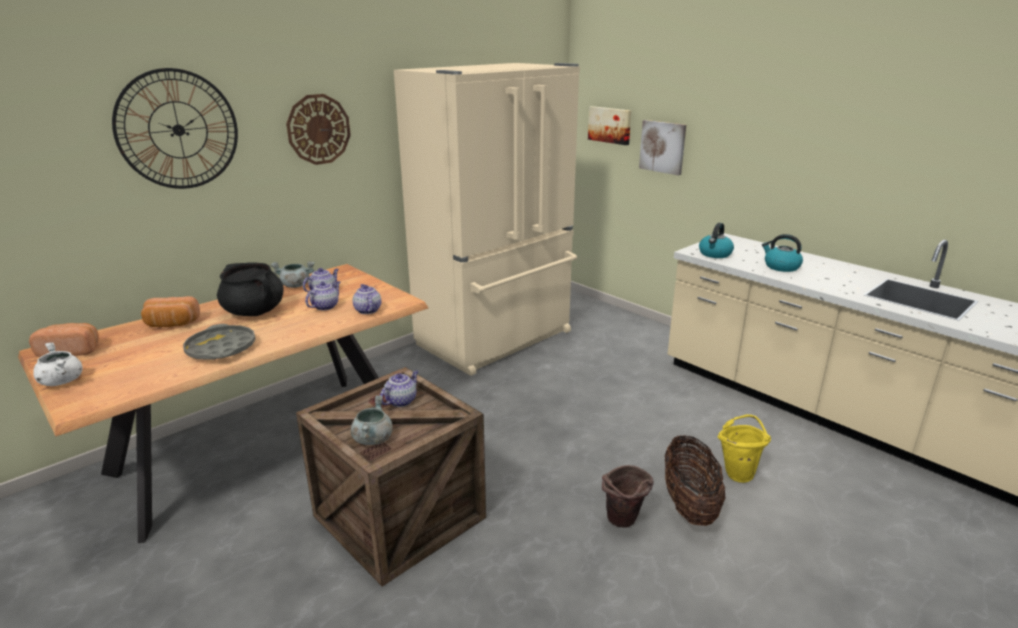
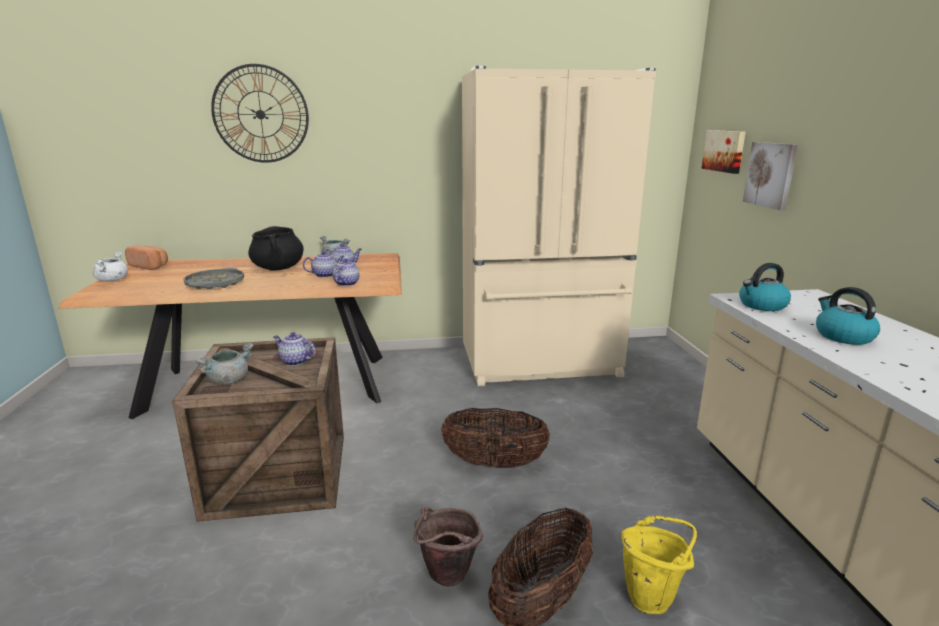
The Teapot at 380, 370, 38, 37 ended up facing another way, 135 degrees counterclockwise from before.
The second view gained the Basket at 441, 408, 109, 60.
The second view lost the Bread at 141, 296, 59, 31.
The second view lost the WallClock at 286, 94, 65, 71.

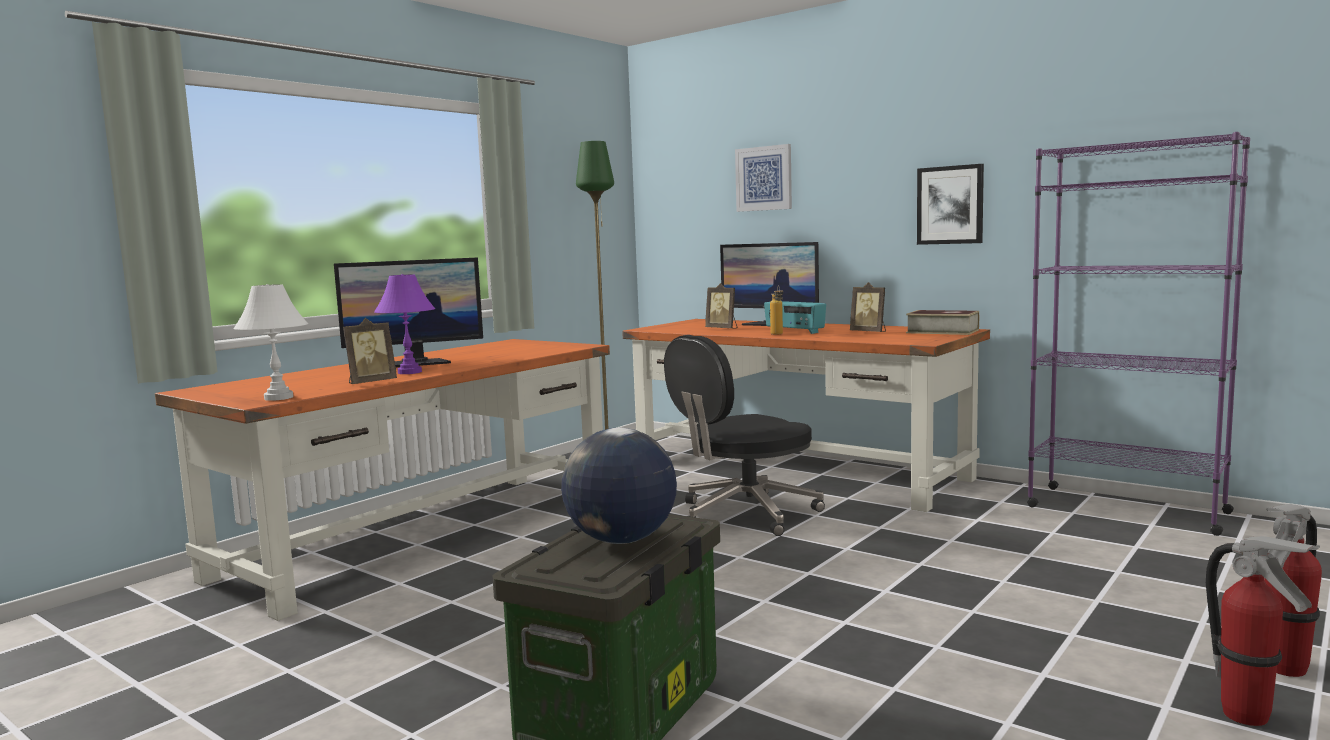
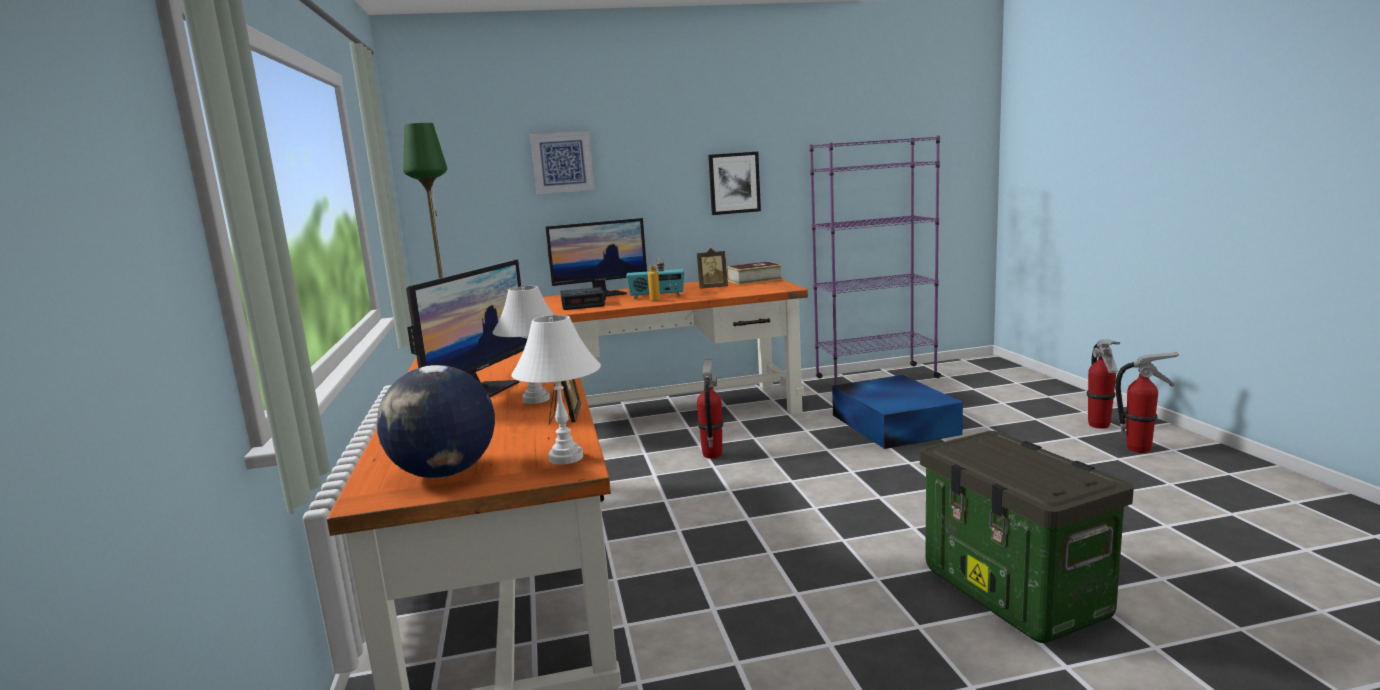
The Globe ended up elsewhere, having gone from 561, 428, 116, 116 to 377, 365, 118, 113.
What was the PurpleTableLamp at 374, 274, 61, 100 turned into the WhiteTableLamp at 492, 286, 62, 118.
Where the PictureFrame stood at 705, 283, 32, 46, the AlarmClock came to stand at 560, 287, 46, 23.
Where the BlackOfficeChair stood at 664, 335, 161, 201, the FireExtinguisher came to stand at 697, 359, 27, 100.
The second view gained the BlueStorageBox at 832, 375, 131, 74.

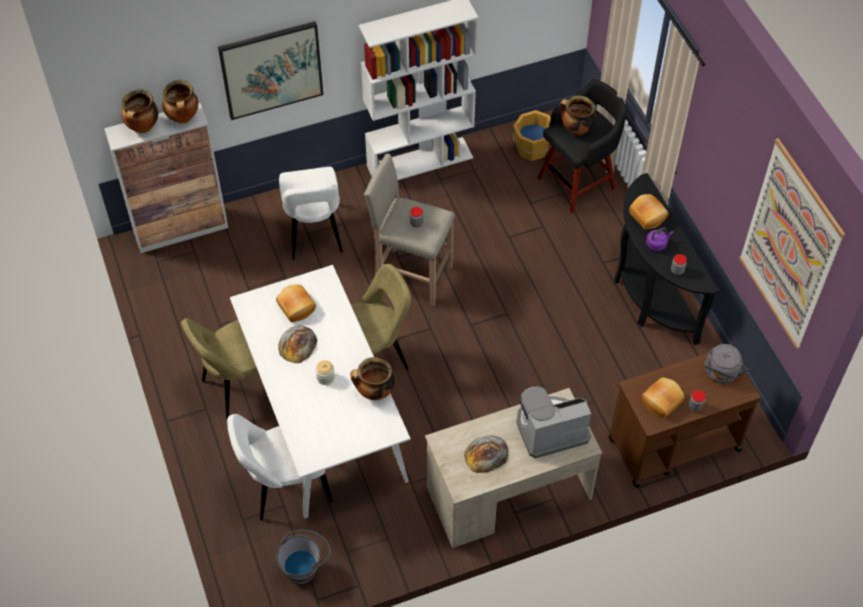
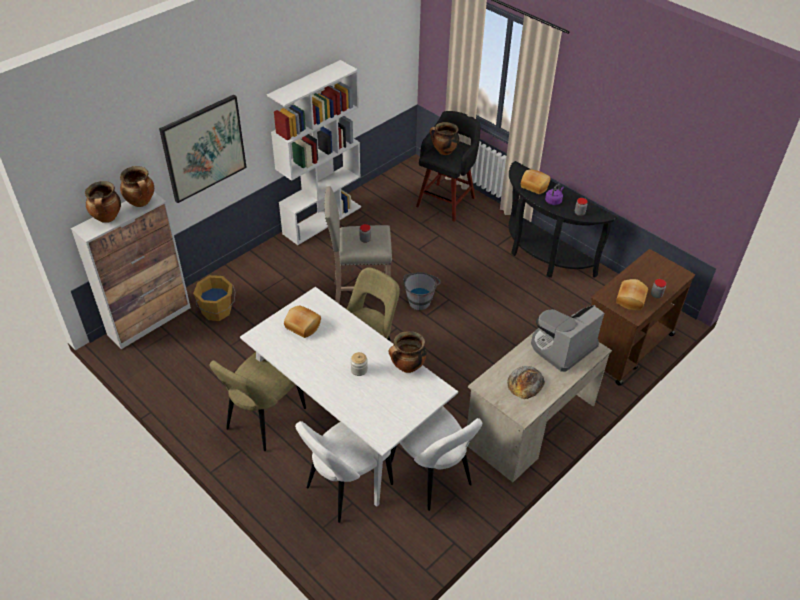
The OrangeBucket ended up elsewhere, having gone from 513, 110, 39, 51 to 193, 275, 42, 46.
The WhiteChair ended up elsewhere, having gone from 279, 167, 64, 93 to 390, 406, 92, 105.
The GreyBucket ended up elsewhere, having gone from 276, 530, 55, 54 to 403, 272, 38, 38.
The second view lost the Bread at 278, 325, 39, 38.
The second view lost the GreyKettle at 704, 344, 45, 39.
The second view lost the Picture at 739, 138, 106, 211.

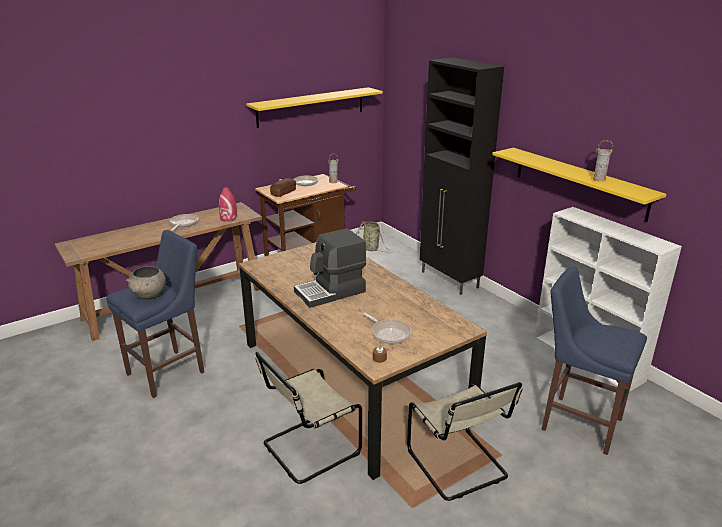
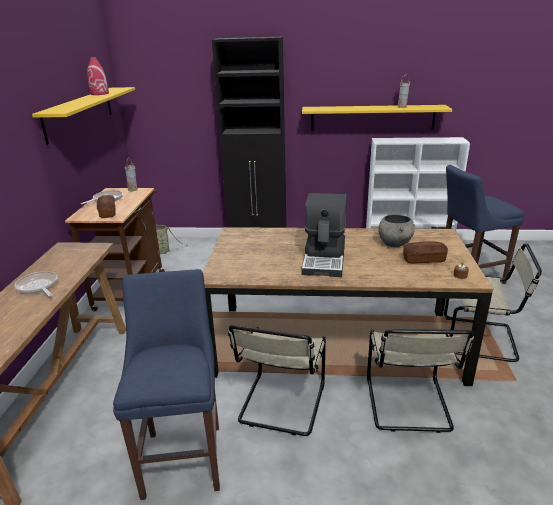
The RedVase ended up elsewhere, having gone from 219, 187, 18, 35 to 87, 57, 22, 38.
The second view gained the BeigeChair at 228, 325, 98, 111.
The GreyBowl ended up elsewhere, having gone from 126, 266, 40, 34 to 378, 214, 37, 33.
Where the FryingPan stood at 363, 313, 48, 31, the Bread came to stand at 403, 241, 45, 22.

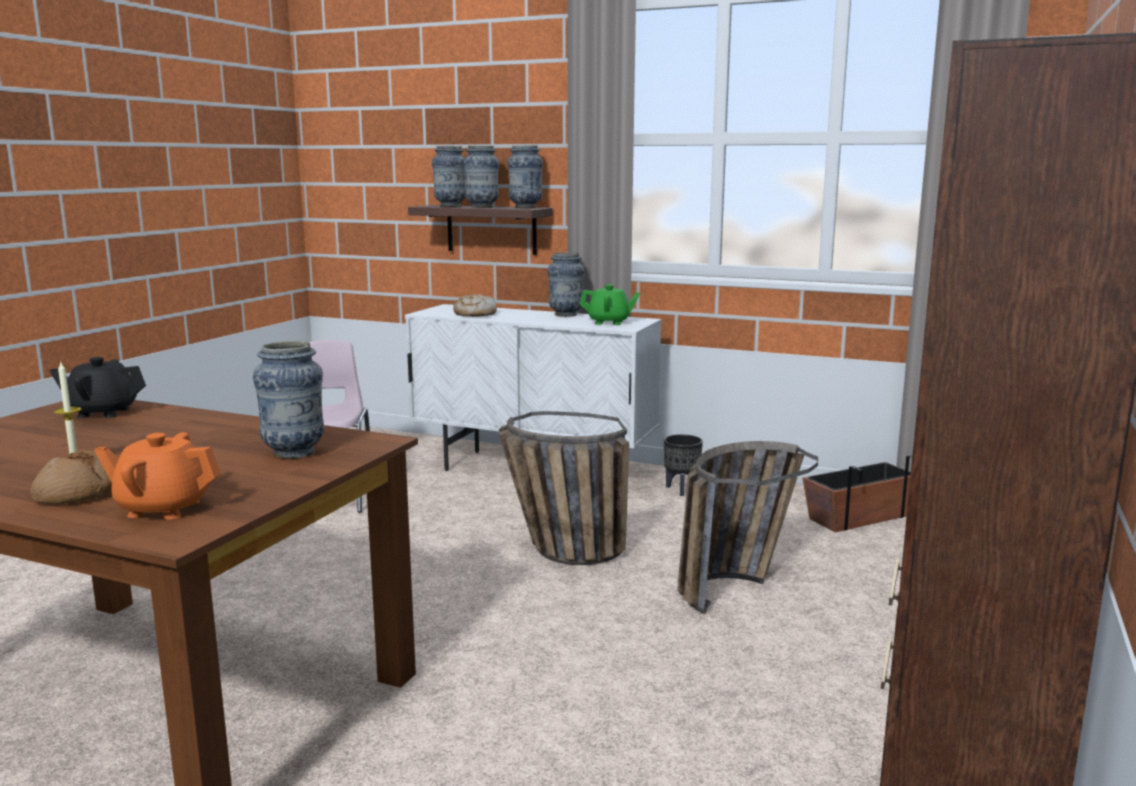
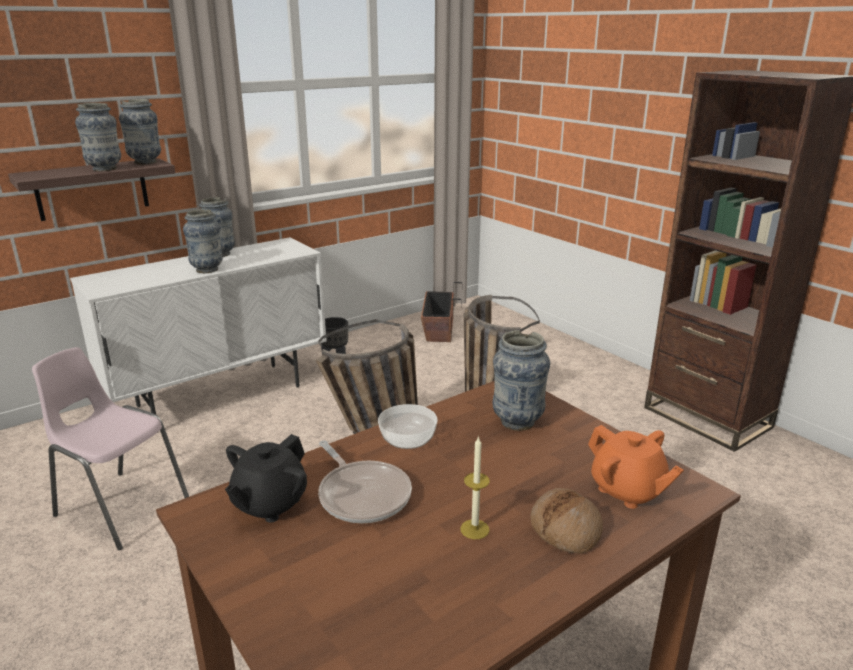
The Vase ended up elsewhere, having gone from 432, 146, 34, 61 to 183, 209, 40, 64.
The second view gained the FryingPan at 318, 440, 94, 83.
The second view gained the Bowl at 378, 404, 60, 45.
The OrangeTeapot at 94, 432, 127, 87 ended up facing another way, 75 degrees counterclockwise from before.
The second view lost the Bread at 453, 294, 44, 23.
The second view lost the GreenTeapot at 580, 284, 60, 41.

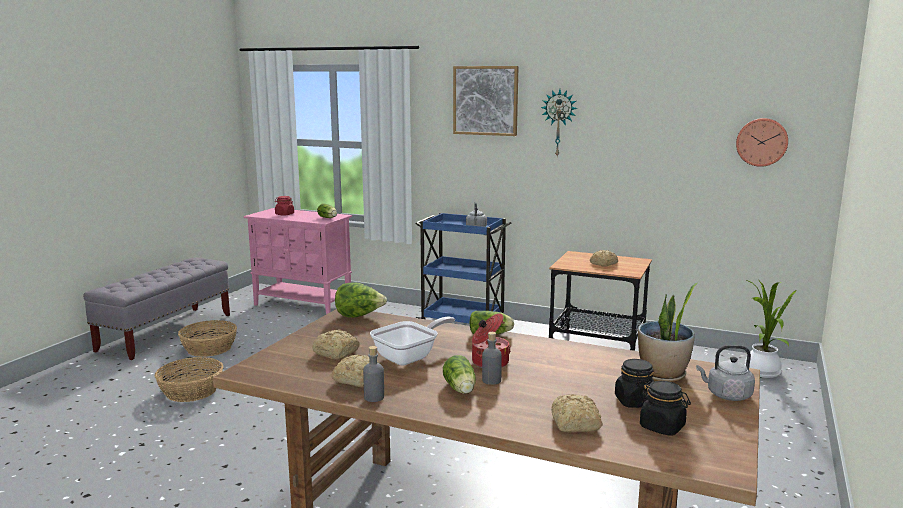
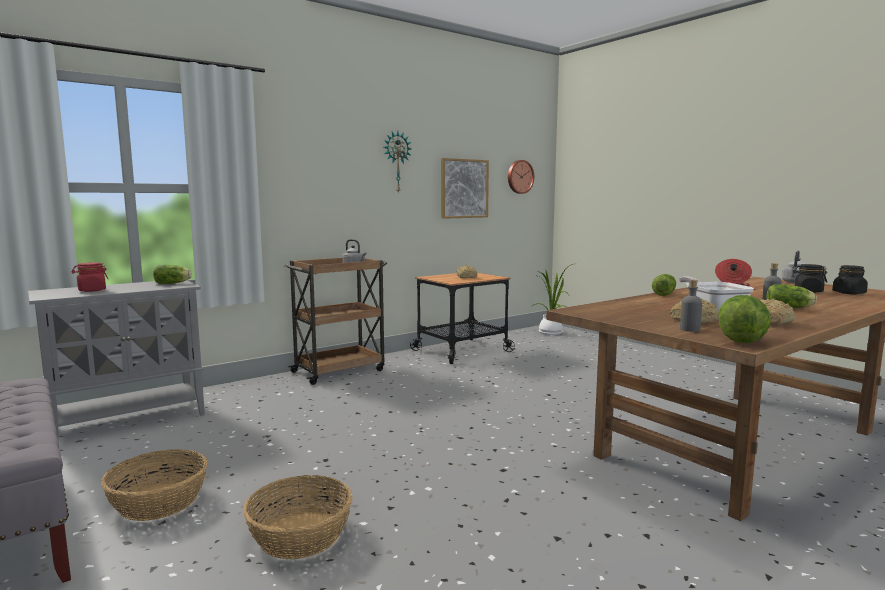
What was the PinkCabinet at 244, 208, 108, 106 turned into the GreyCabinet at 28, 280, 177, 158.
What was the BlueCart at 415, 213, 96, 110 turned into the BrownCart at 284, 258, 104, 127.
The Picture ended up elsewhere, having gone from 453, 66, 66, 70 to 441, 158, 48, 61.
The GreyBottle ended up elsewhere, having gone from 363, 346, 21, 56 to 680, 279, 22, 53.
The Lettuce ended up elsewhere, having gone from 335, 282, 52, 36 to 718, 295, 53, 48.
The second view lost the Bread at 551, 394, 52, 39.
The second view lost the PottedPlant at 638, 283, 59, 99.

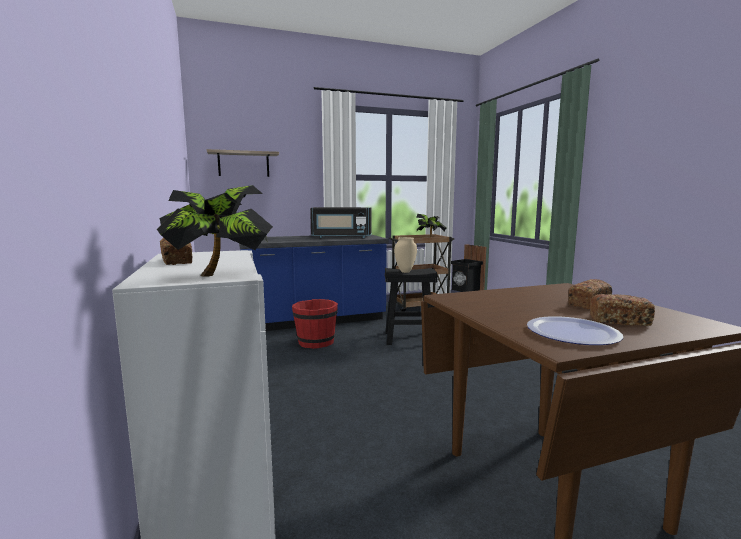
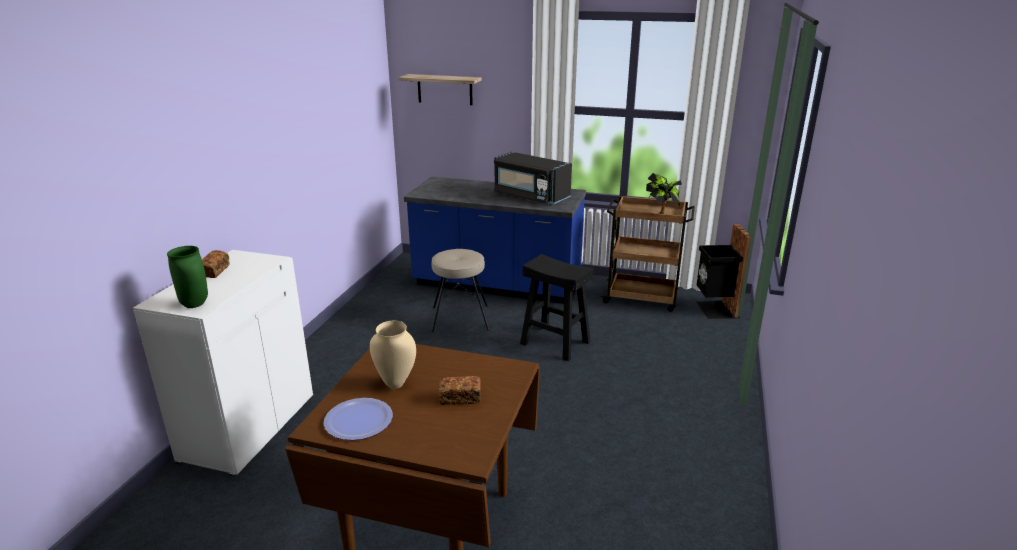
Where the PottedPlant stood at 157, 185, 116, 92, the GreenVase came to stand at 167, 246, 41, 62.
The BeigeVase ended up elsewhere, having gone from 394, 237, 23, 36 to 370, 321, 46, 68.
Where the RedBucket stood at 292, 299, 46, 50, the BeigeStool came to stand at 431, 249, 59, 83.
The second view lost the Bread at 590, 294, 65, 32.

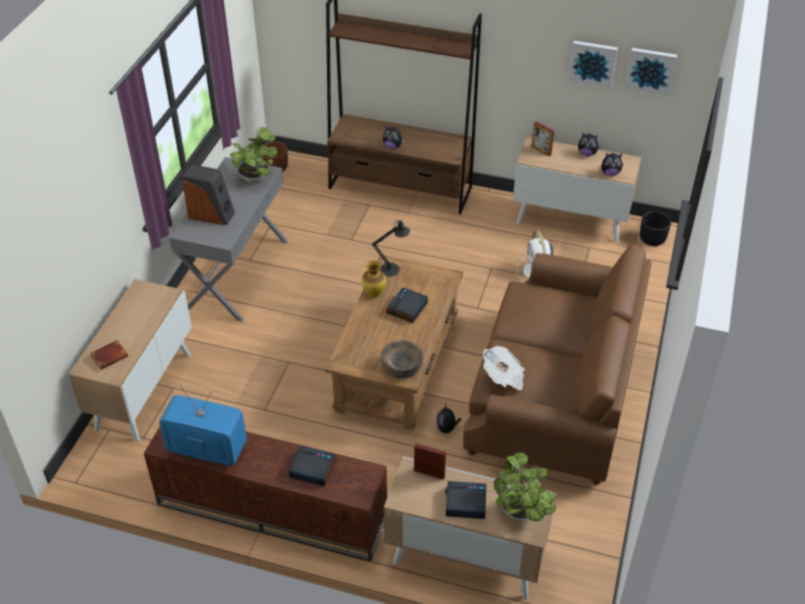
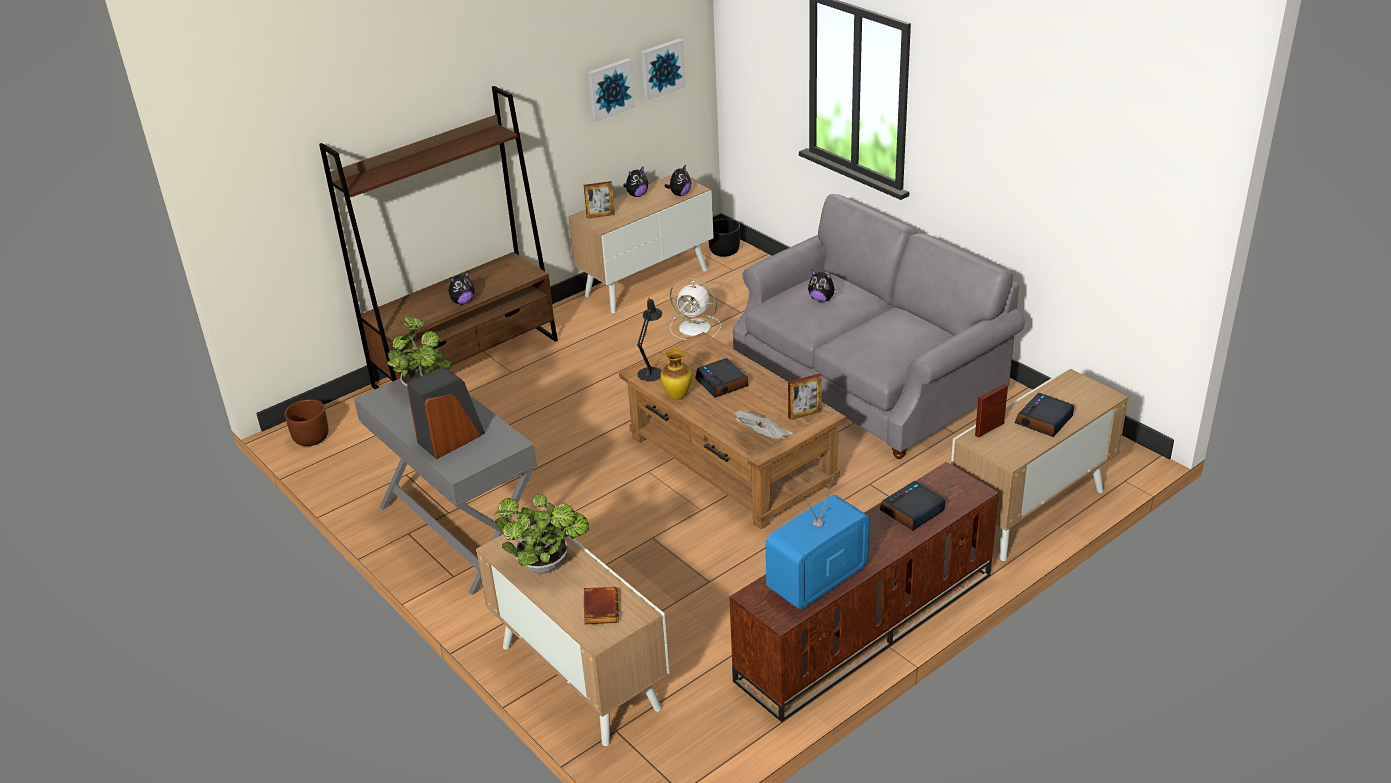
The PottedPlant ended up elsewhere, having gone from 494, 452, 62, 69 to 495, 493, 94, 81.
What was the BrownSofa at 463, 245, 189, 240 turned into the GreySofa at 733, 194, 292, 265.
The Newspaper ended up elsewhere, having gone from 483, 346, 42, 44 to 735, 411, 58, 29.
Where the BrownBowl stood at 381, 340, 43, 39, the PictureFrame came to stand at 788, 373, 34, 47.
The PlushToy ended up elsewhere, having gone from 436, 404, 25, 30 to 808, 270, 31, 32.

